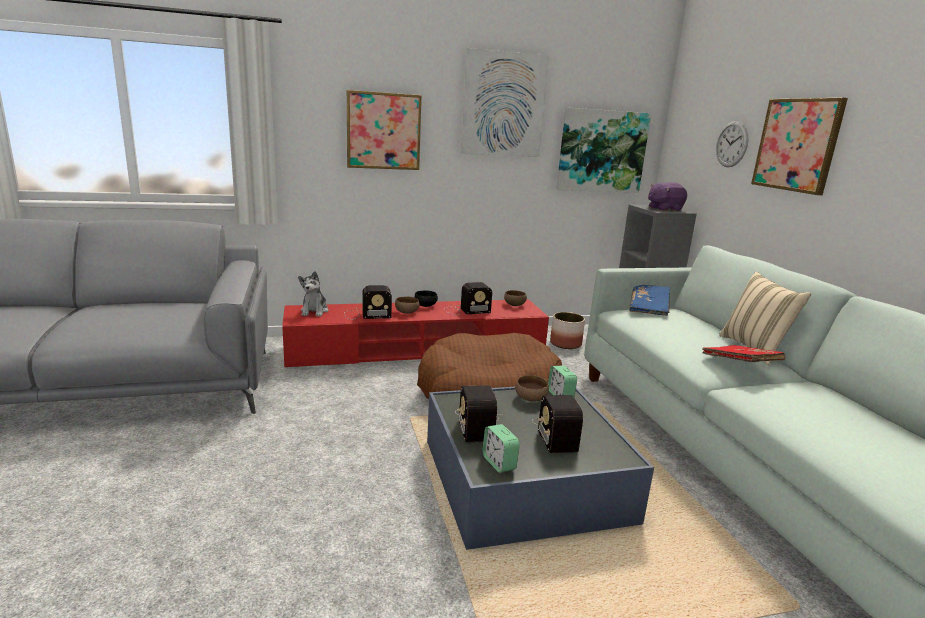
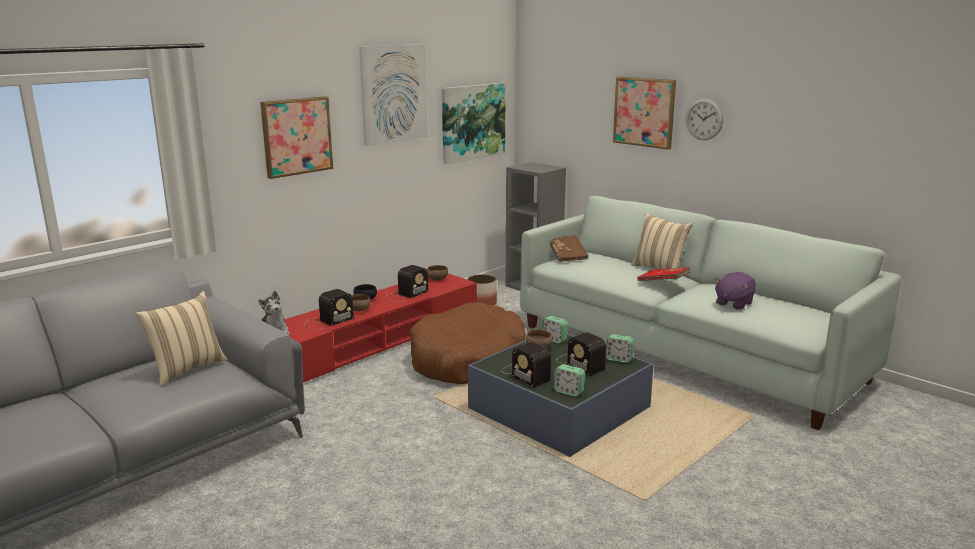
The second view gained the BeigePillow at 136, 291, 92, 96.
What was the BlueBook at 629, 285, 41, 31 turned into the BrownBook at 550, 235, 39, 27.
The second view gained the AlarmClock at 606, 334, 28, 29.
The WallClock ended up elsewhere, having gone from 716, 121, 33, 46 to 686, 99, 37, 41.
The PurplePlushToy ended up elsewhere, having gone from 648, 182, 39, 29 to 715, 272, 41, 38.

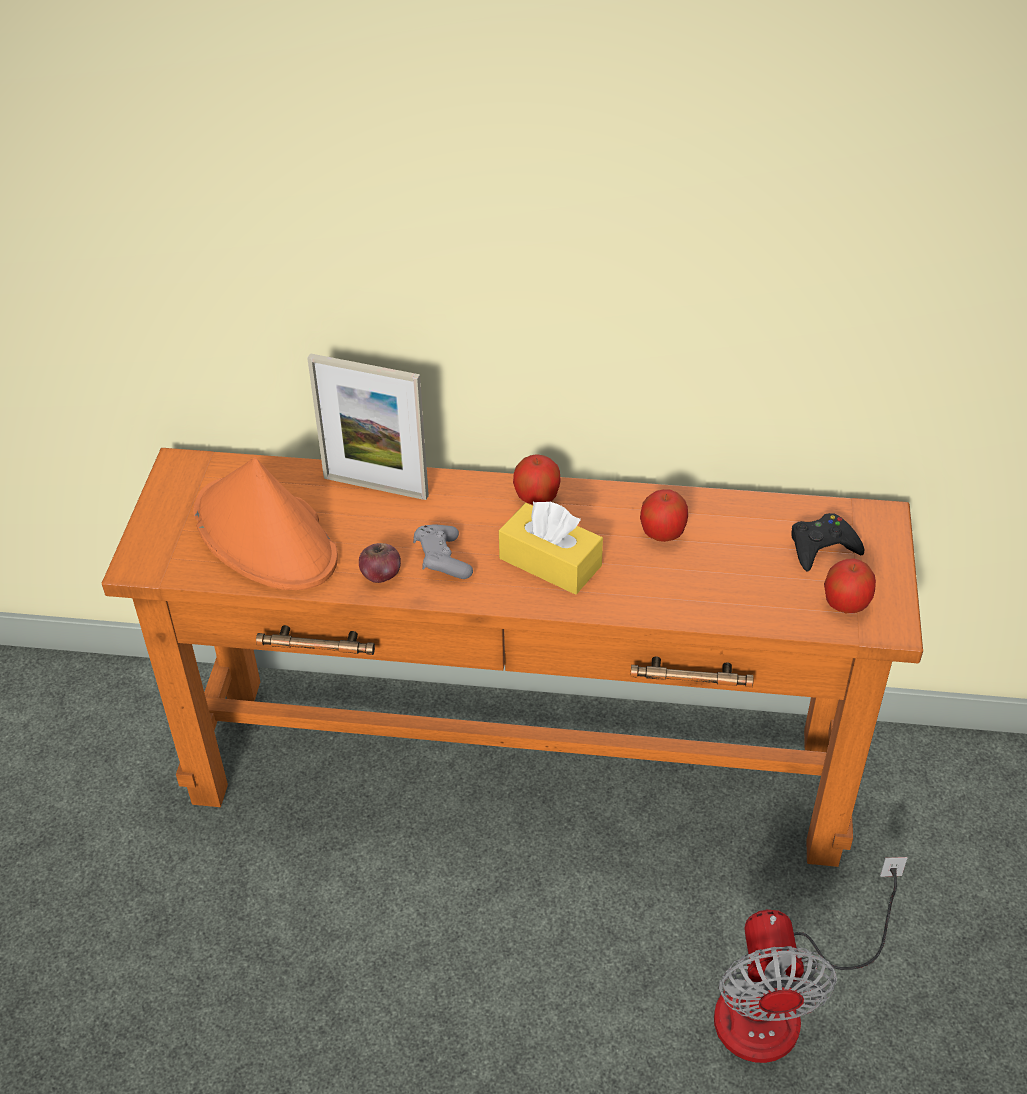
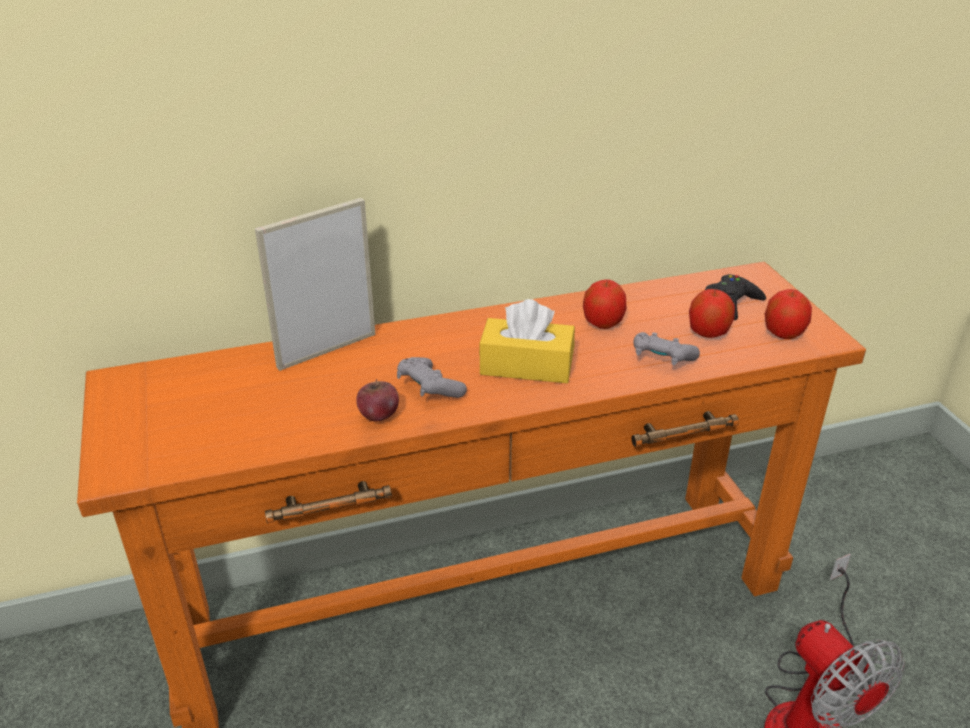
The PictureFrame at 307, 353, 122, 147 ended up facing another way, 150 degrees clockwise from before.
The second view gained the GreyGameController at 634, 332, 66, 33.
The Apple ended up elsewhere, having gone from 513, 454, 48, 50 to 689, 289, 46, 49.
The second view lost the OrangeHat at 193, 457, 145, 133.

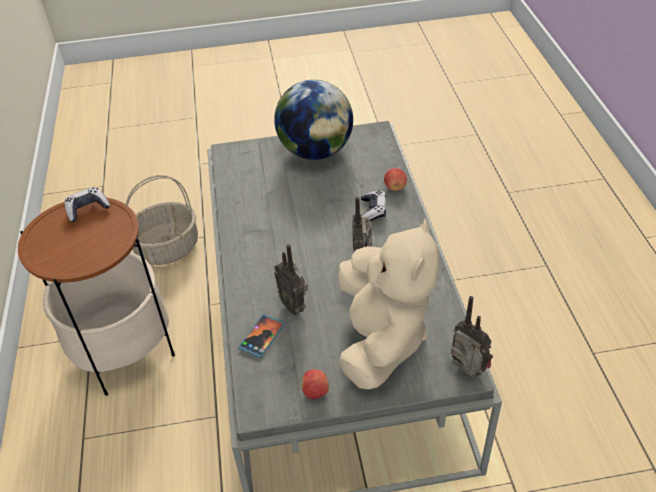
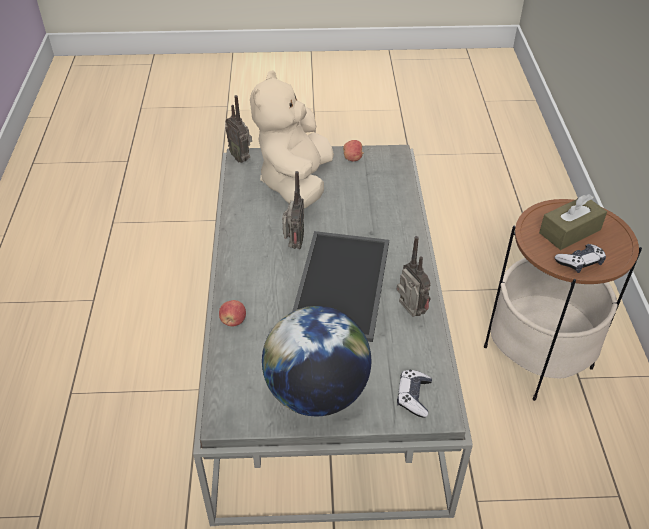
The second view gained the Tray at 292, 231, 97, 111.
The Radio ended up elsewhere, having gone from 274, 244, 34, 71 to 397, 236, 34, 81.
The GameController ended up elsewhere, having gone from 361, 190, 25, 31 to 397, 370, 35, 47.
The second view gained the BrownTissueBox at 539, 194, 68, 56.
The second view lost the Basket at 126, 175, 72, 90.
The second view lost the Phone at 238, 314, 47, 44.

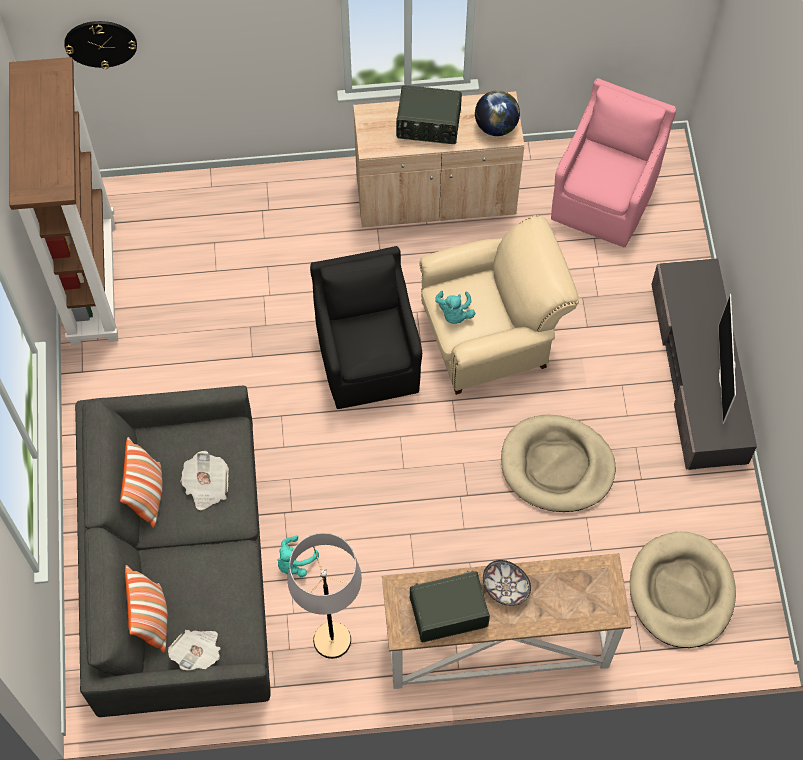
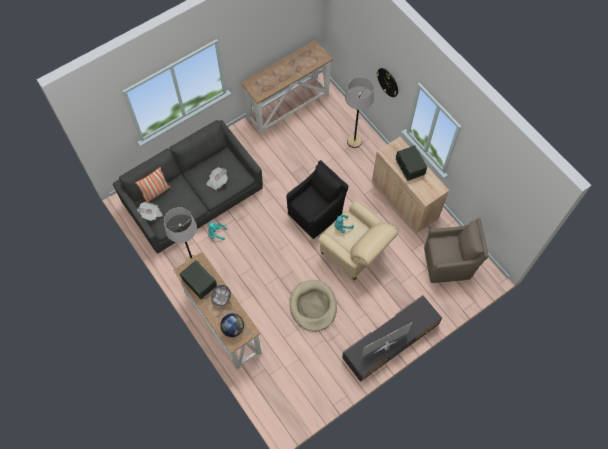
The Globe ended up elsewhere, having gone from 475, 90, 45, 46 to 220, 314, 24, 23.
Where the BrownBookcase stood at 9, 57, 109, 288, the ConsoleTable came to stand at 241, 40, 92, 95.
The second view gained the GreyFloorLamp at 345, 77, 29, 71.
The WallClock ended up elsewhere, having gone from 64, 21, 73, 48 to 376, 68, 22, 29.
What was the PinkArmchair at 551, 78, 125, 169 turned into the BrownArmchair at 424, 218, 65, 65.
The second view lost the Pillow at 120, 437, 43, 91.
The second view lost the BeigeDogBed at 630, 532, 106, 116.

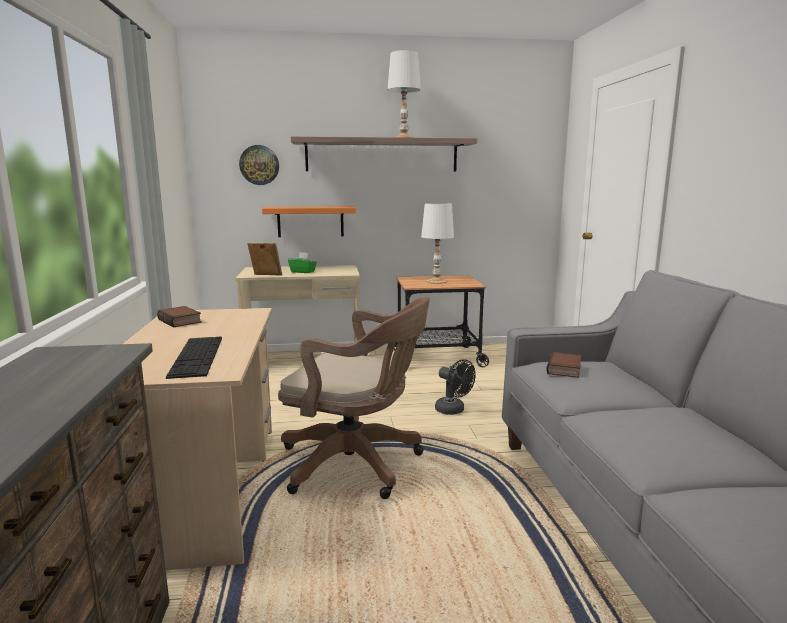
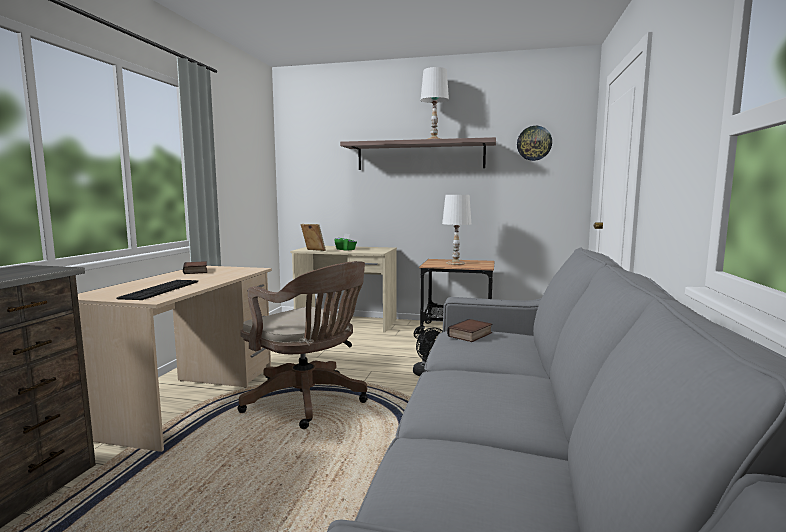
The WallClock ended up elsewhere, having gone from 239, 145, 40, 40 to 517, 126, 35, 35.
The second view lost the OrangeShelf at 262, 207, 94, 30.

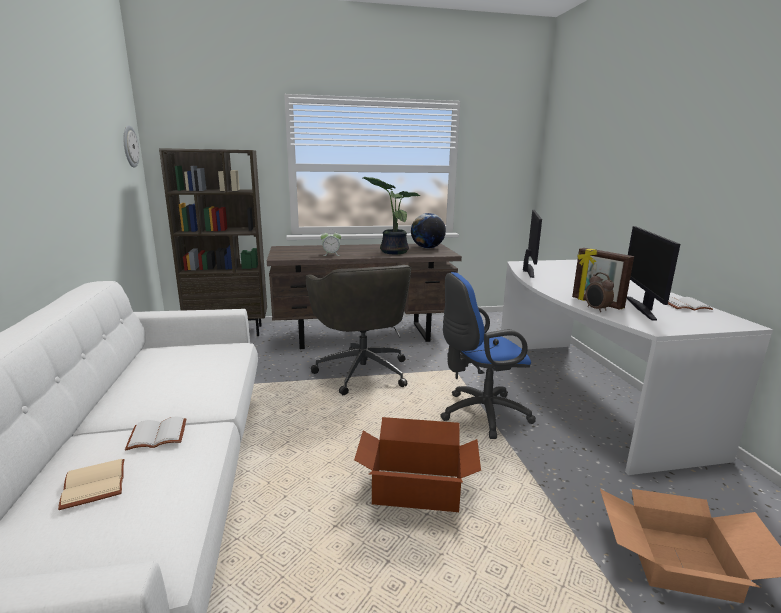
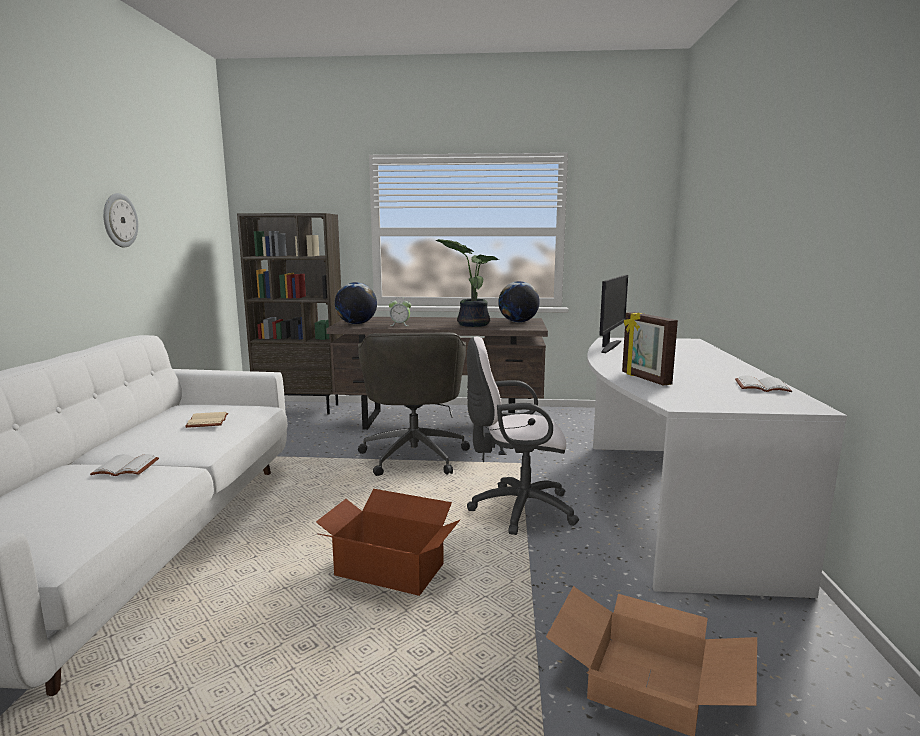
The WallClock ended up elsewhere, having gone from 123, 125, 16, 43 to 103, 193, 35, 55.
The BeigeBook ended up elsewhere, having gone from 58, 459, 67, 51 to 185, 412, 43, 16.
The second view gained the Globe at 335, 282, 42, 42.
What was the BlueOfficeChair at 440, 272, 96, 167 turned into the WhiteOfficeChair at 467, 337, 112, 198.
The second view lost the AlarmClock at 585, 272, 29, 40.
The second view lost the Monitor at 627, 226, 53, 95.

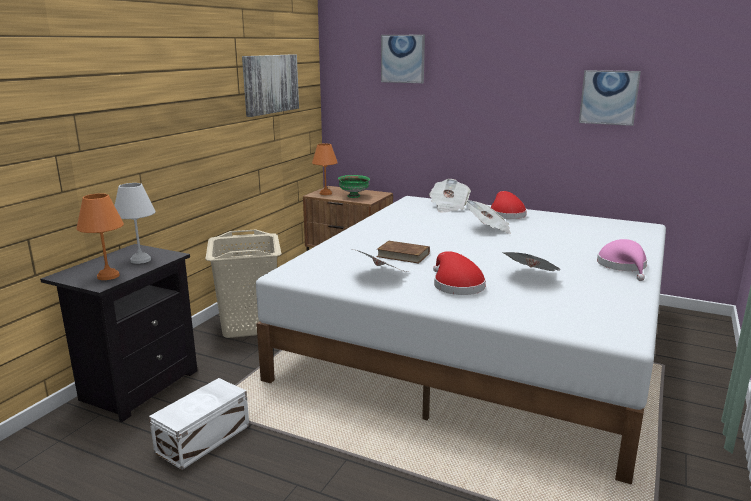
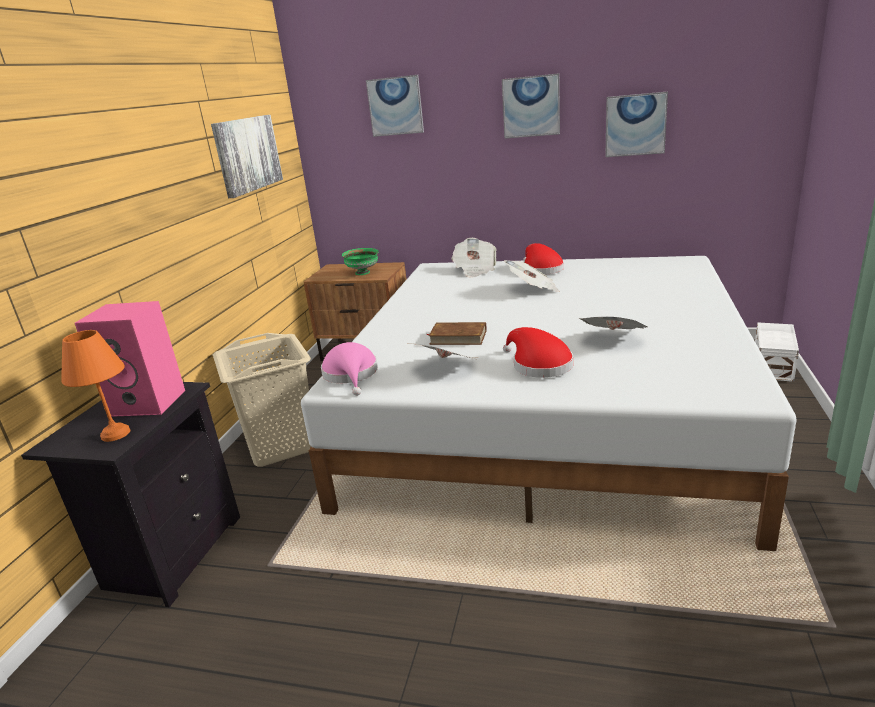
Where the WhiteTableLamp stood at 114, 183, 42, 81, the PinkSpeaker came to stand at 75, 301, 110, 116.
The PinkHat ended up elsewhere, having gone from 597, 239, 50, 42 to 321, 342, 57, 54.
The second view gained the Picture at 502, 73, 58, 66.
The WhiteStorageBox ended up elsewhere, having gone from 149, 378, 100, 92 to 755, 322, 44, 60.
The second view lost the OrangeTableLamp at 312, 144, 26, 51.

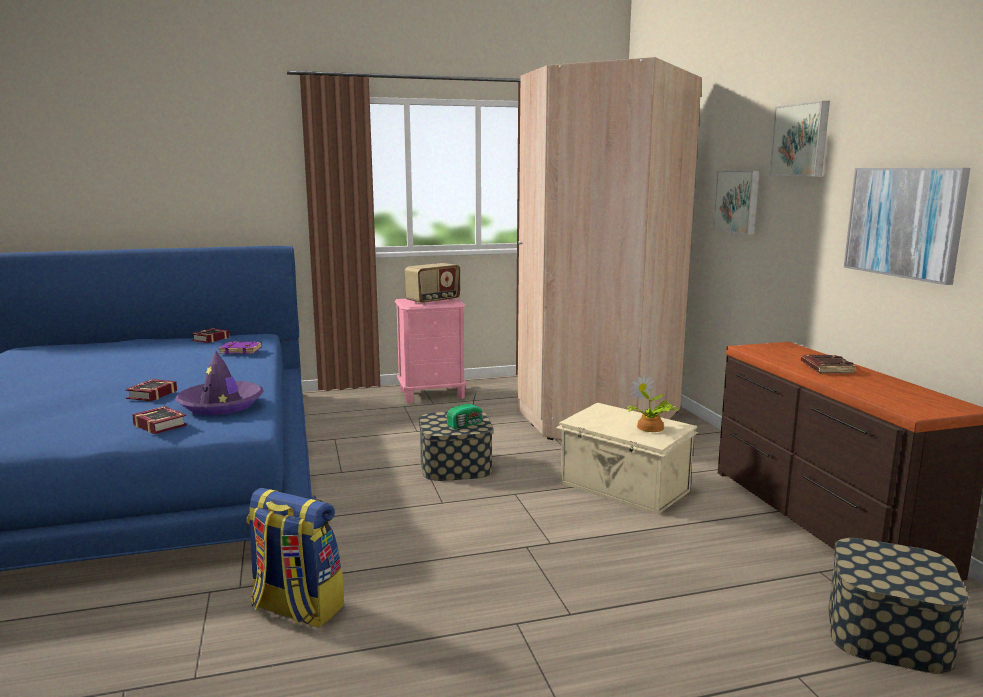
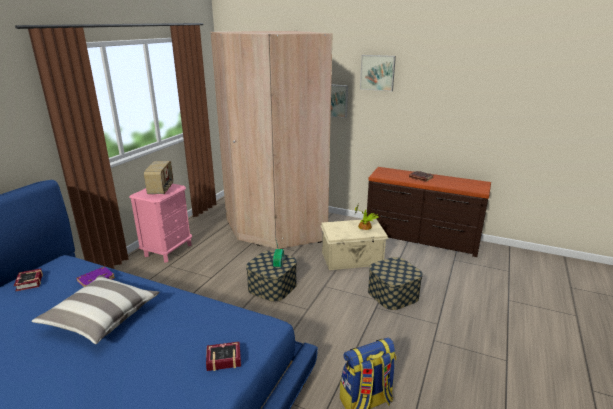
The second view gained the Pillow at 32, 275, 128, 69.
The StorageBox ended up elsewhere, having gone from 828, 538, 140, 136 to 368, 257, 55, 53.
The second view lost the Book at 125, 379, 52, 22.
The second view lost the PurpleHat at 176, 351, 88, 64.
The second view lost the Picture at 844, 168, 126, 117.

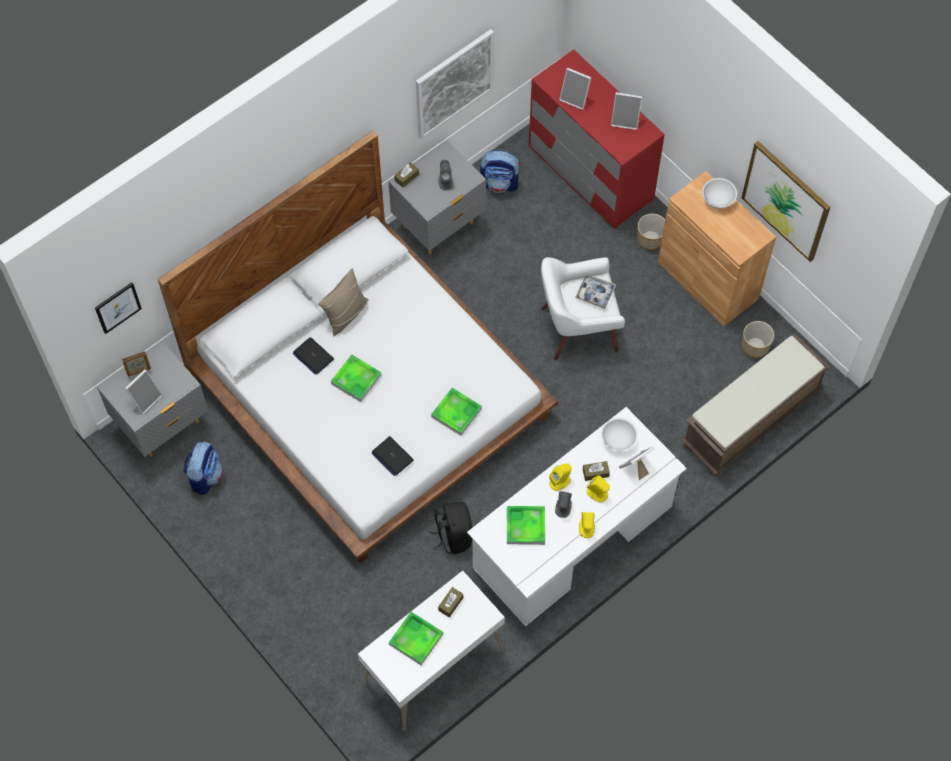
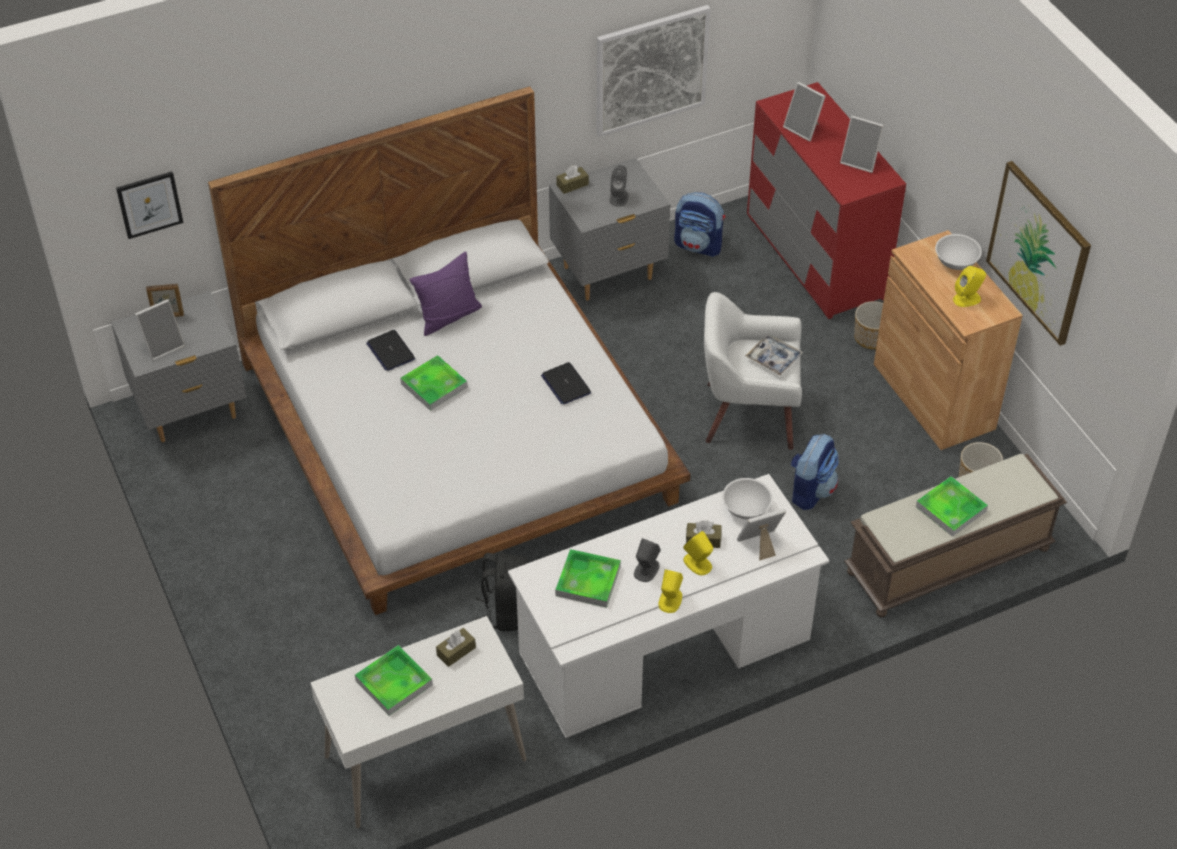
What was the BeigePillow at 318, 268, 50, 68 turned into the PurplePillow at 410, 252, 72, 84.
The Laptop ended up elsewhere, having gone from 372, 436, 42, 40 to 541, 362, 50, 43.
The Backpack ended up elsewhere, having gone from 183, 441, 40, 54 to 791, 434, 48, 76.
The Tray ended up elsewhere, having gone from 431, 387, 51, 49 to 916, 476, 72, 61.
The YellowSpeaker ended up elsewhere, having gone from 549, 463, 23, 28 to 953, 266, 33, 41.

